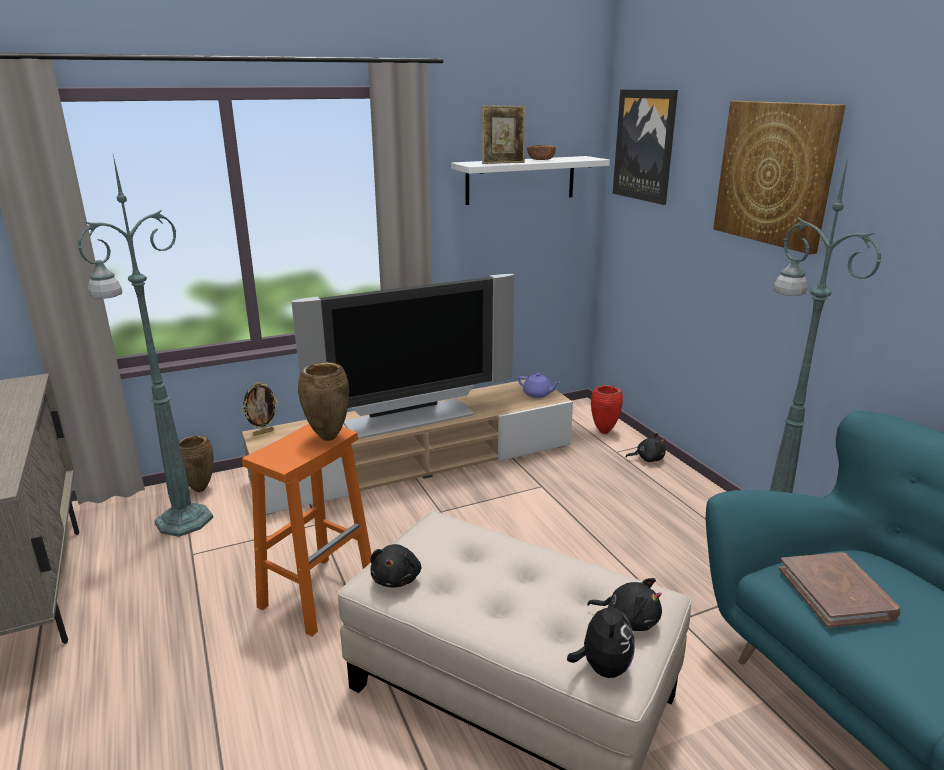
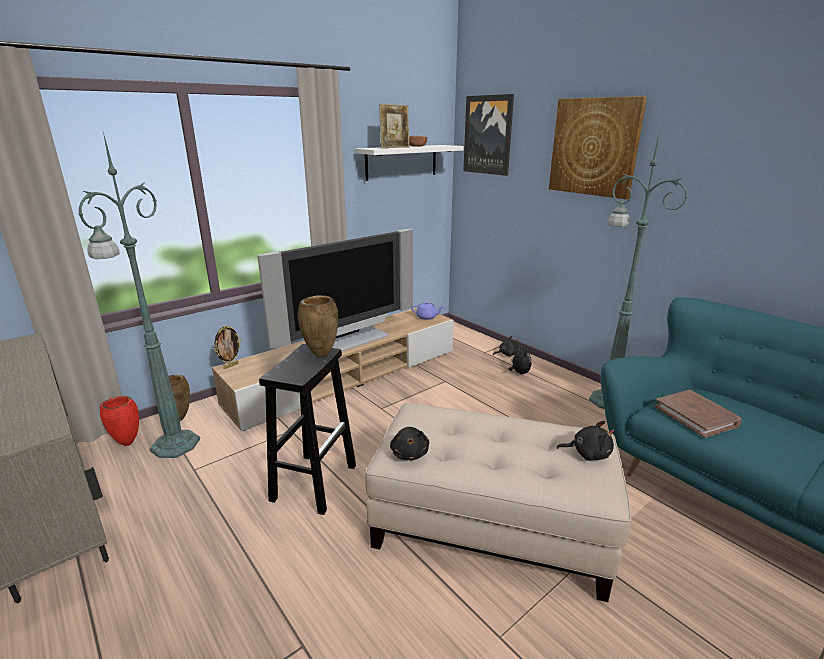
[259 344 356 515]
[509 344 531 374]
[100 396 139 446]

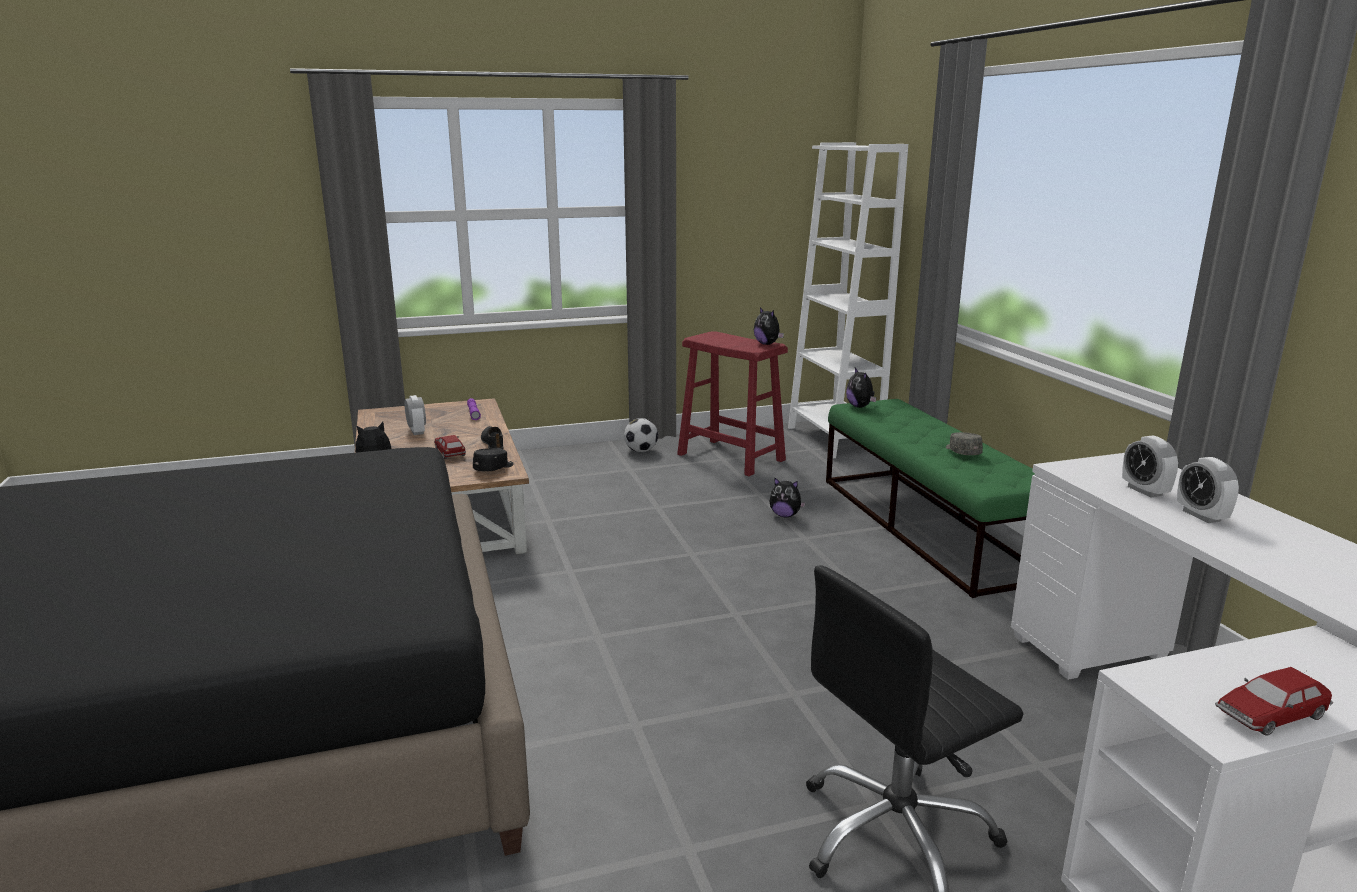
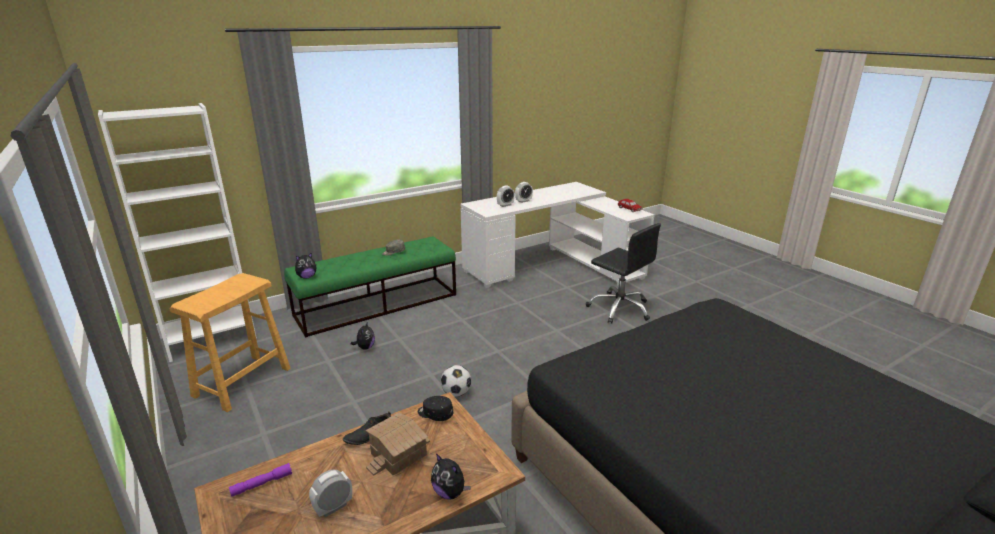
[365 413 430 476]
[441 365 471 397]
[169 273 291 412]
[754 307 784 345] (first image)

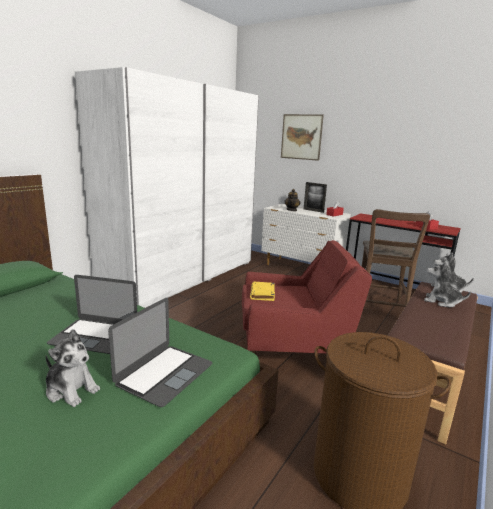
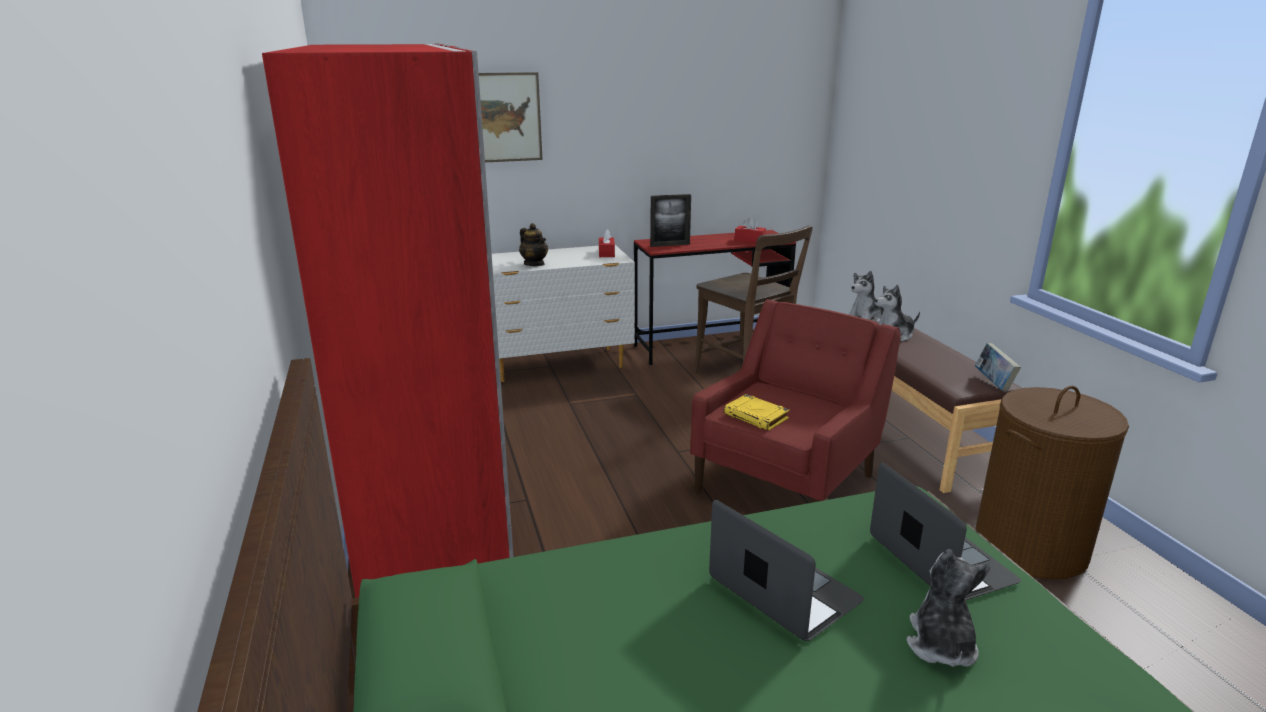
[906 549 991 667]
[709 500 864 641]
[262 43 514 598]
[650 194 691 247]
[975 343 1021 391]

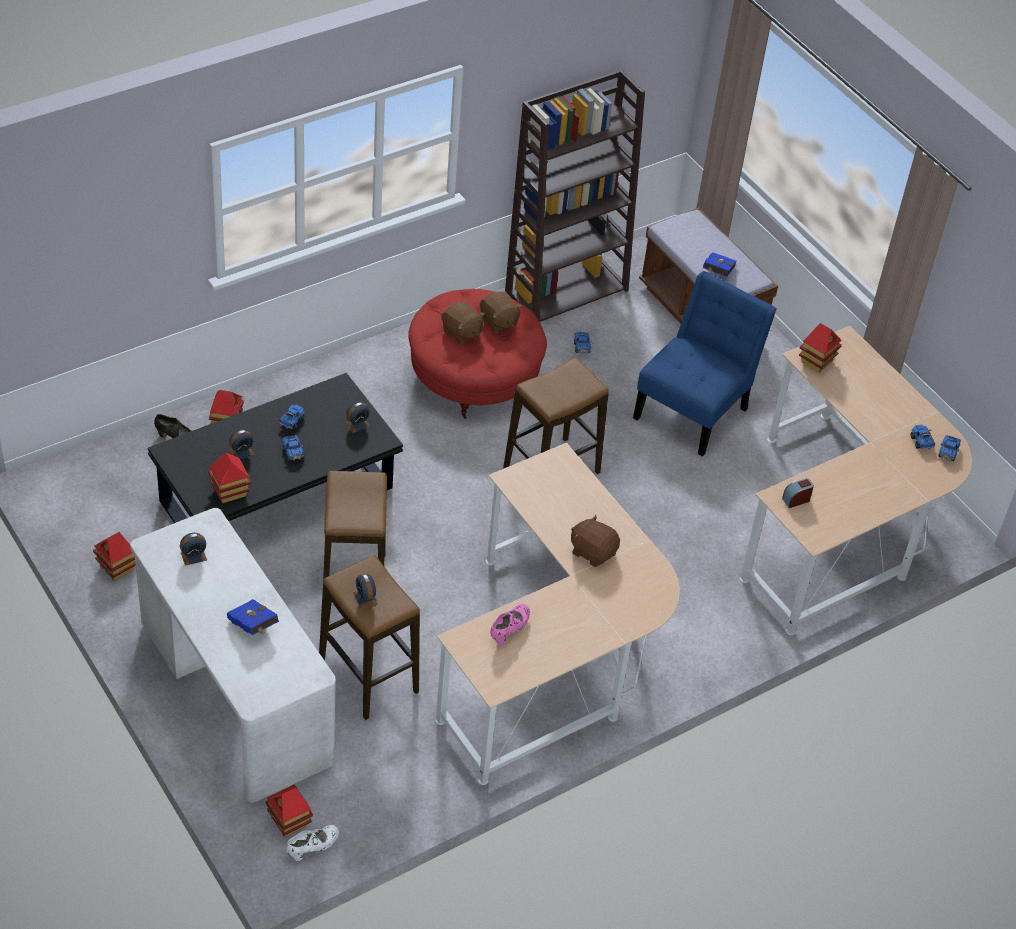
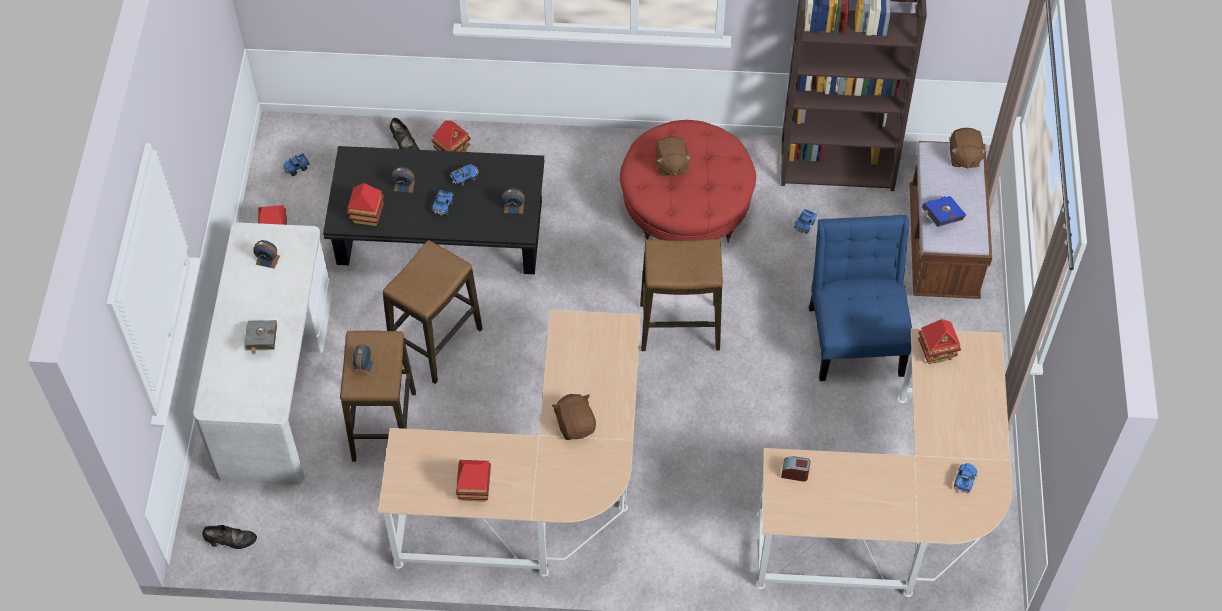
[244 320 277 355]
[456 460 491 501]
[203 525 257 549]
[950 128 987 169]
[490 604 530 645] (first image)
[809 215 912 381]
[283 153 310 176]

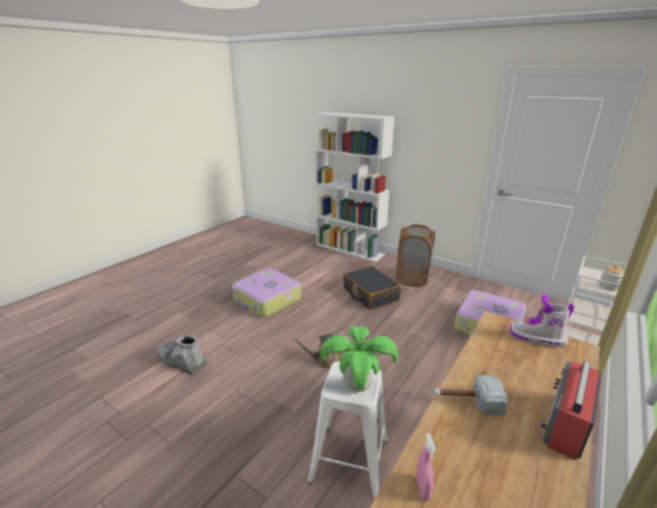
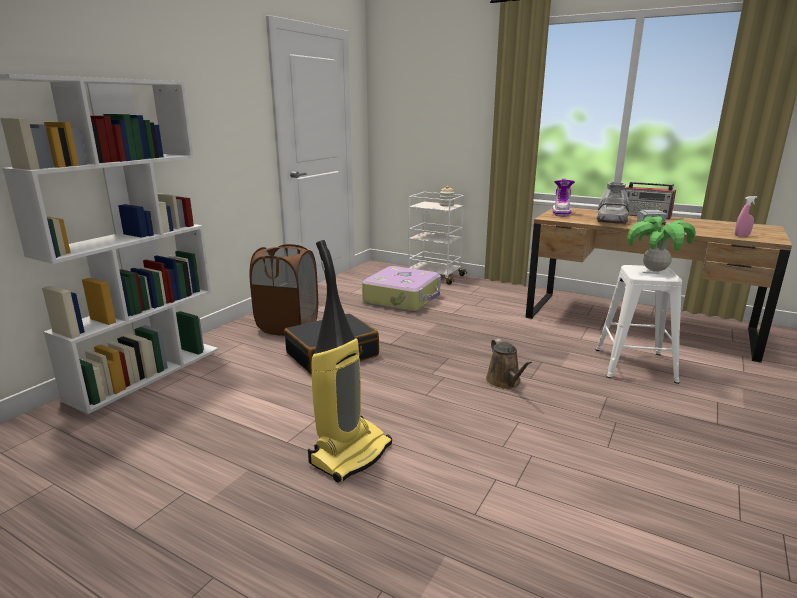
[596 182 630 224]
[308 240 392 482]

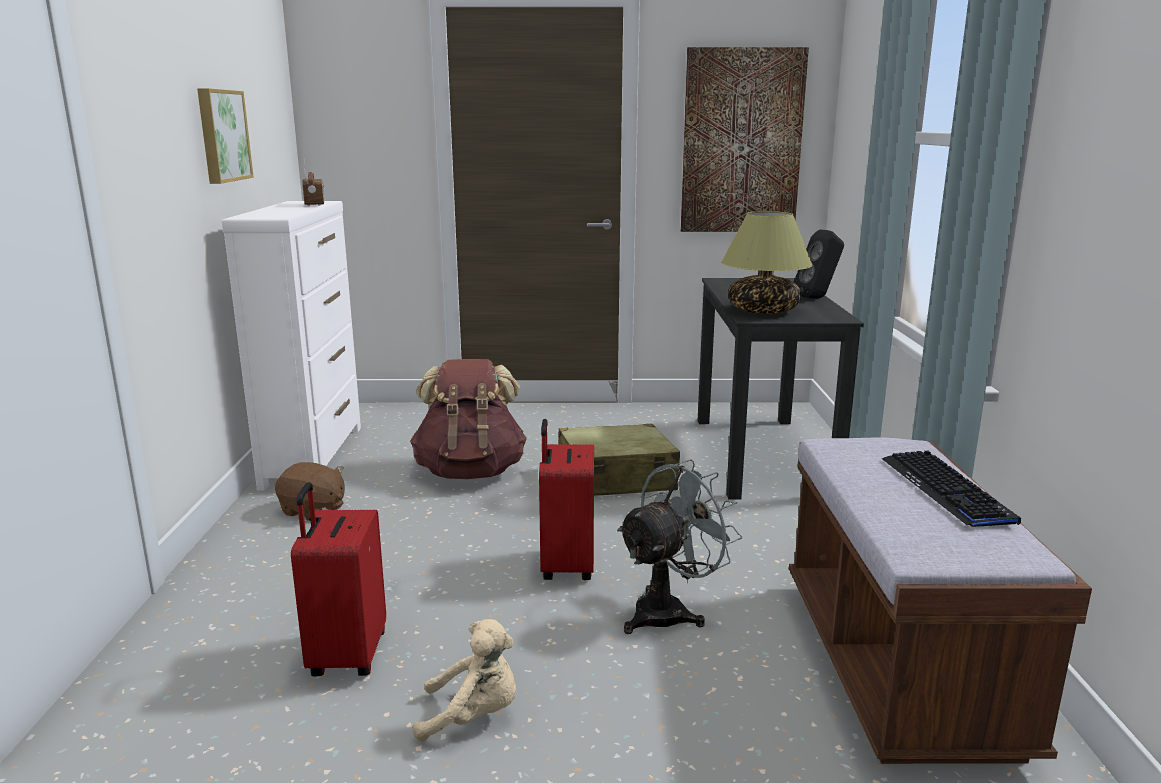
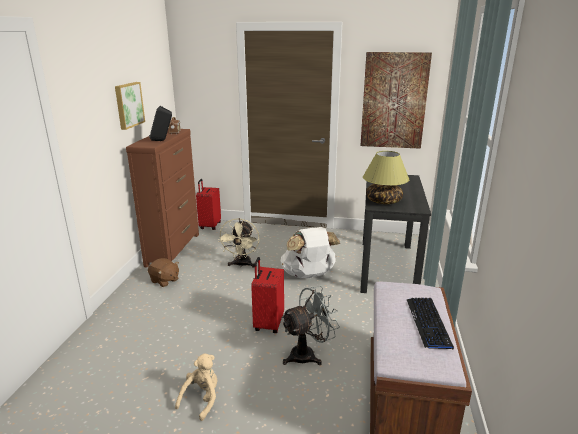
[126 128 199 267]
[196 179 221 230]
[218 218 260 268]
[175 354 218 421]
[281 227 340 279]
[149 106 172 141]

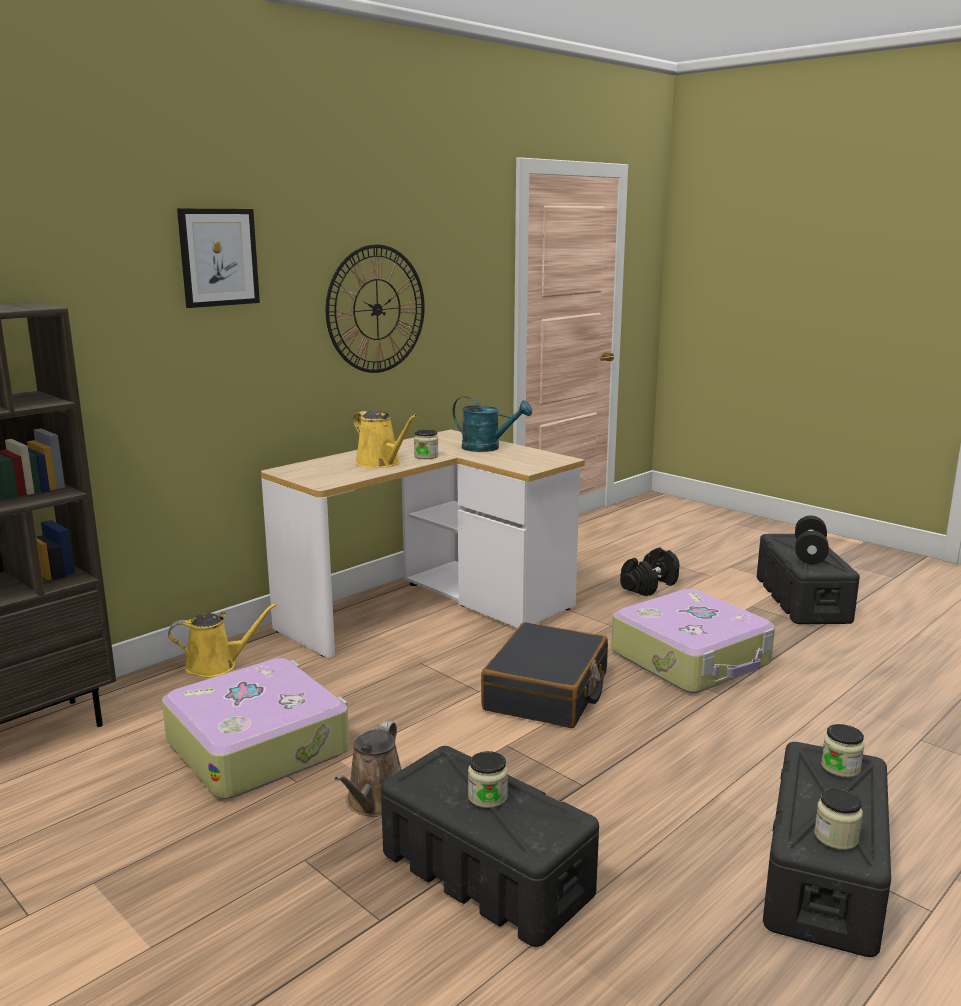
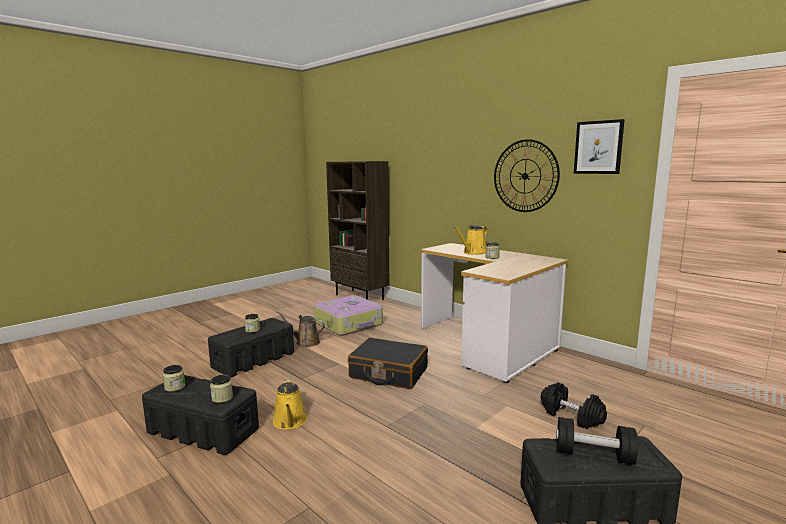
[273 378 307 430]
[574 119 625 174]
[453 396 532 452] (first image)
[611 589 775 693] (first image)

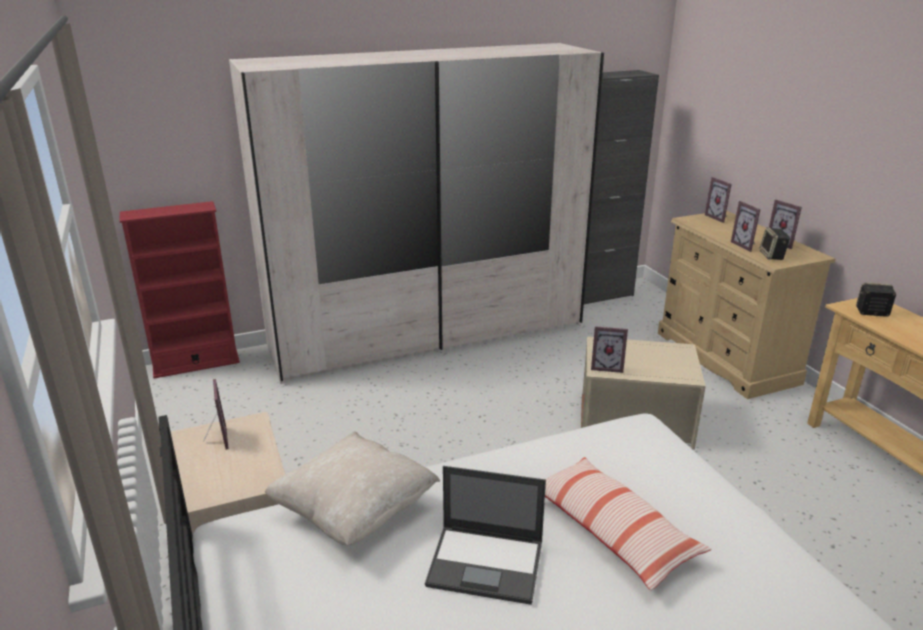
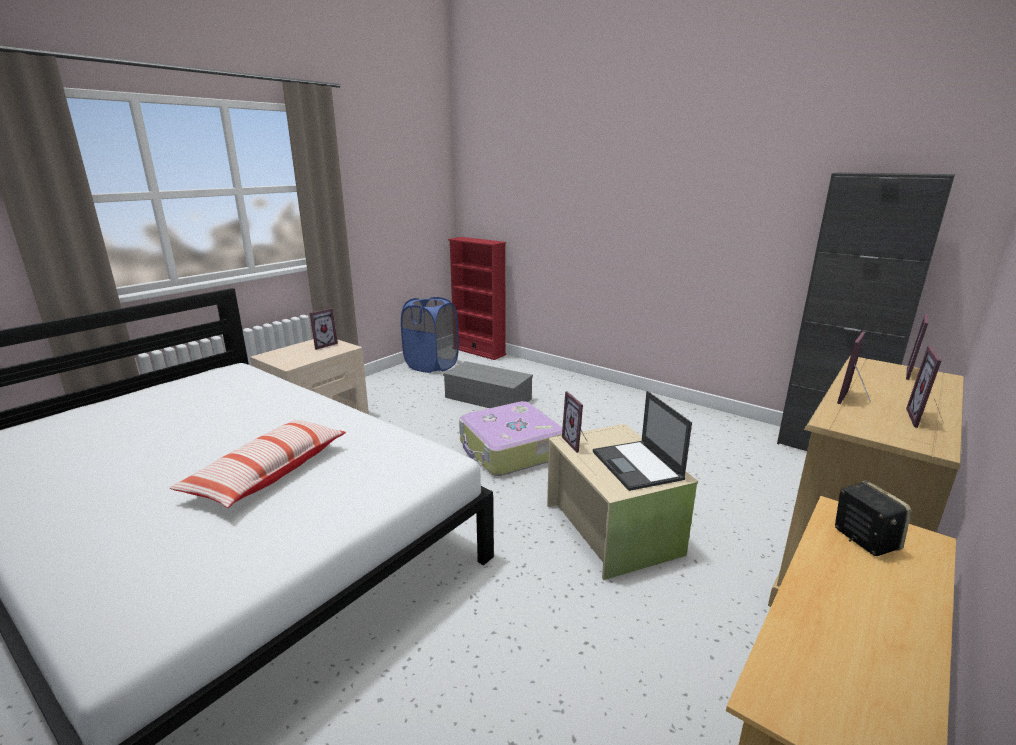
[229 43 604 383] (first image)
[265 432 440 546] (first image)
[593 391 692 491]
[759 227 790 260] (first image)
[401 297 459 373]
[443 361 533 408]
[459 401 562 476]

